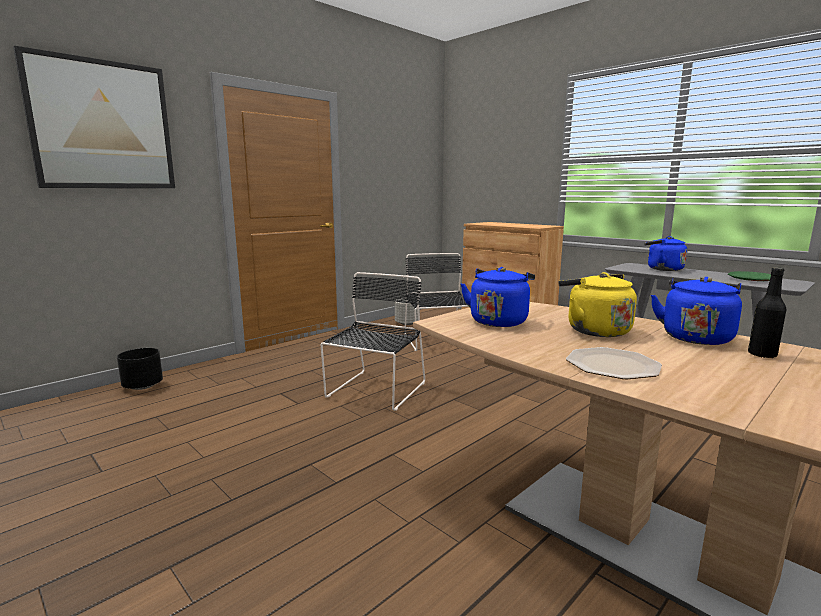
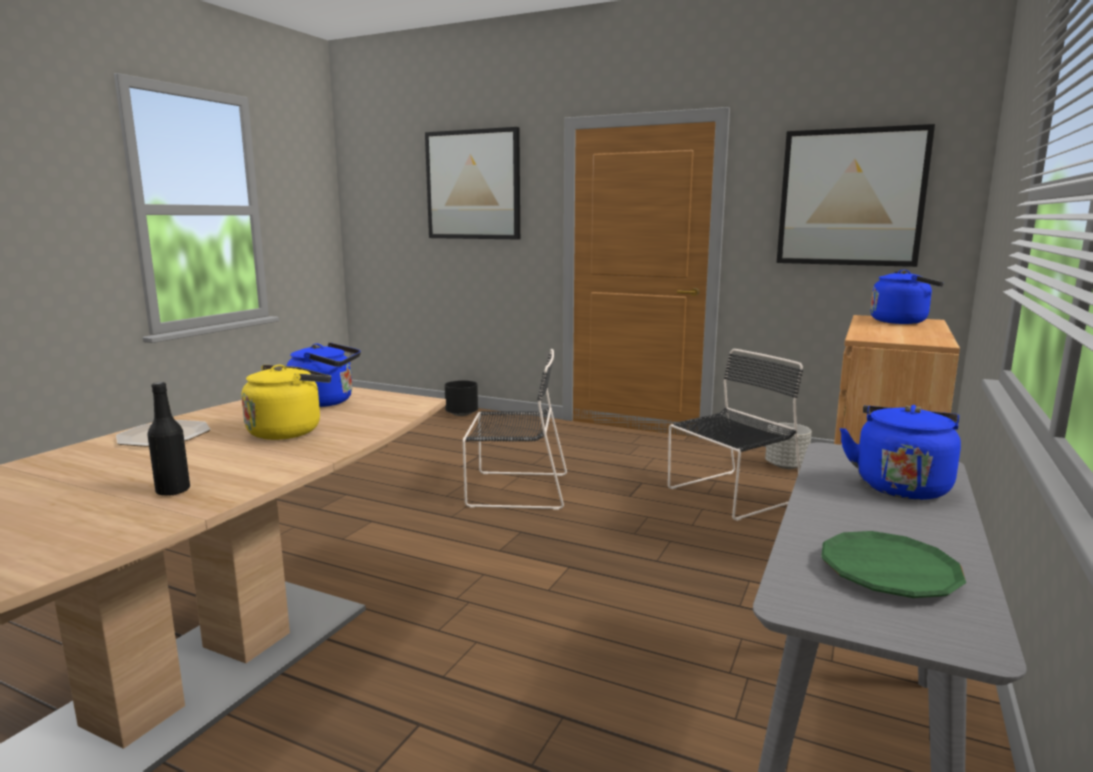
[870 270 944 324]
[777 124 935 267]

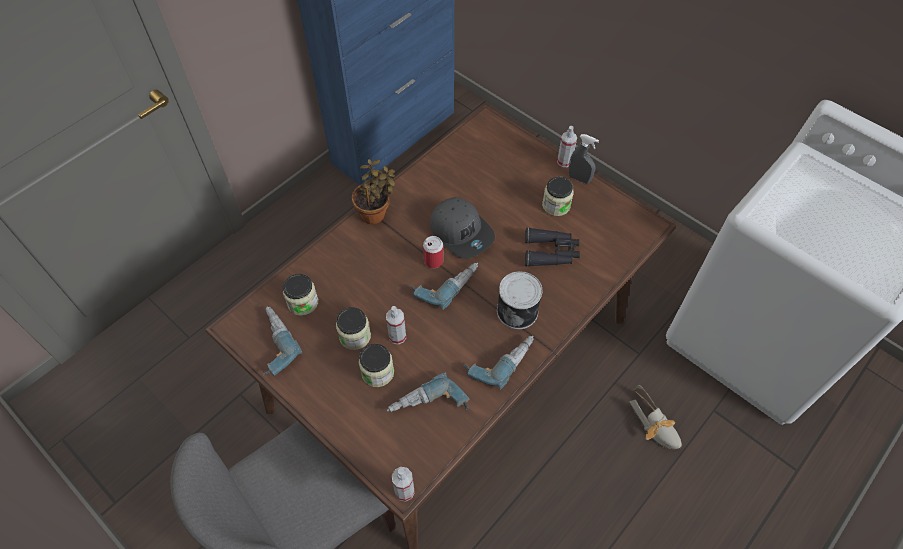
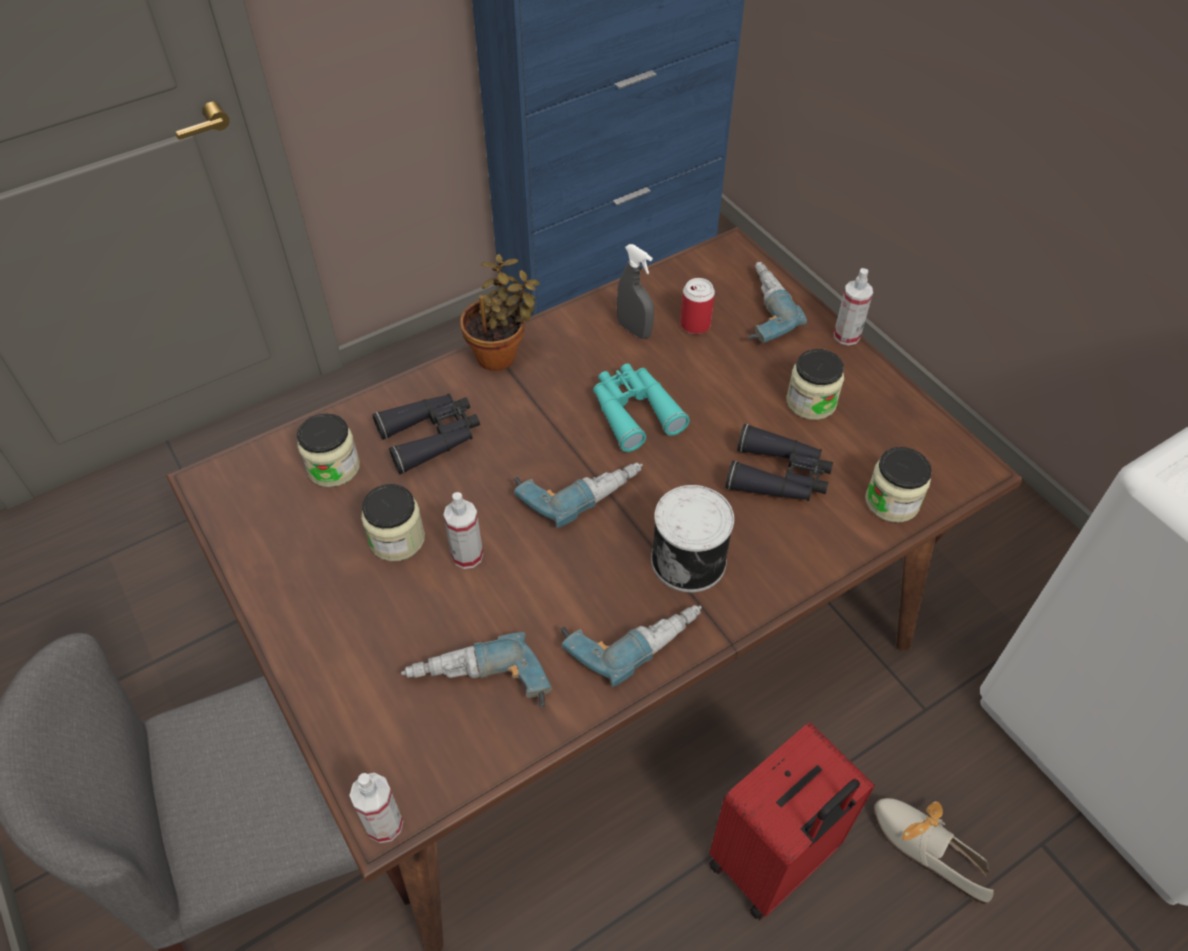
[748 262 807 343]
[865 447 932 522]
[680 278 715 334]
[593 363 690 452]
[617 244 654 339]
[874 798 994 905]
[372 393 480 474]
[709 722 875 920]

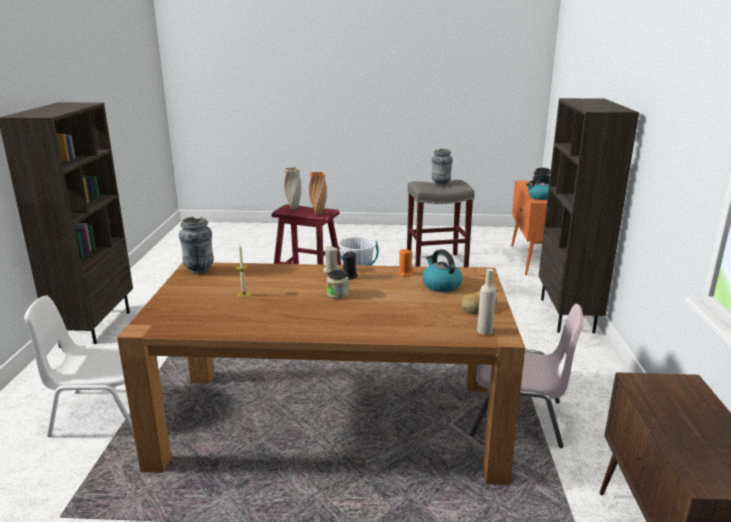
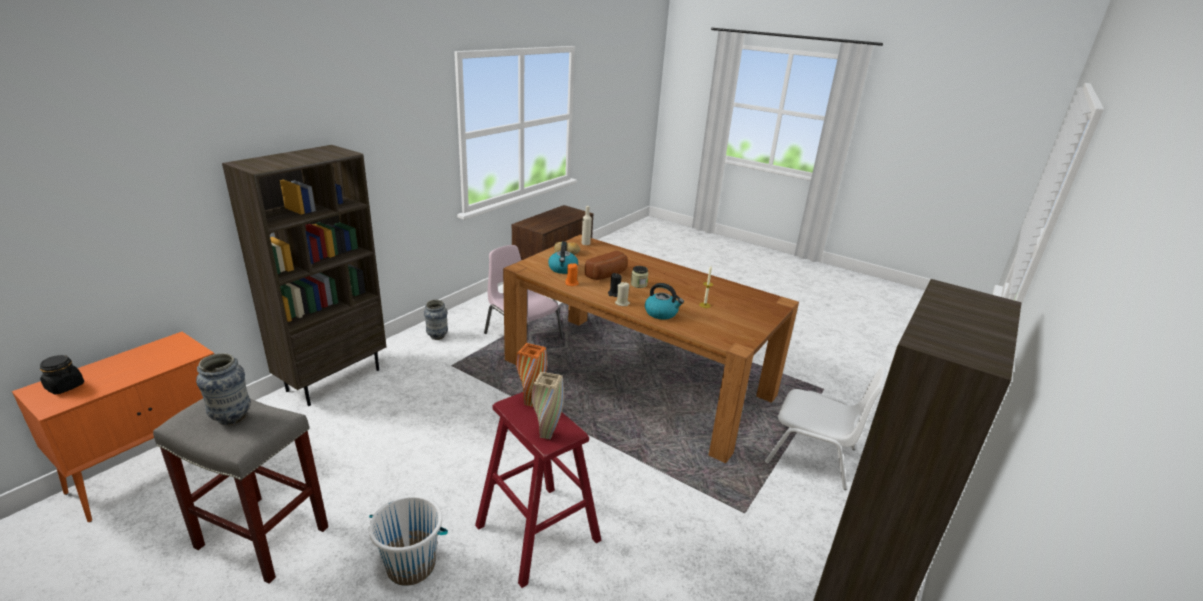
[424 300 448 340]
[645 283 684 319]
[585 251 628 280]

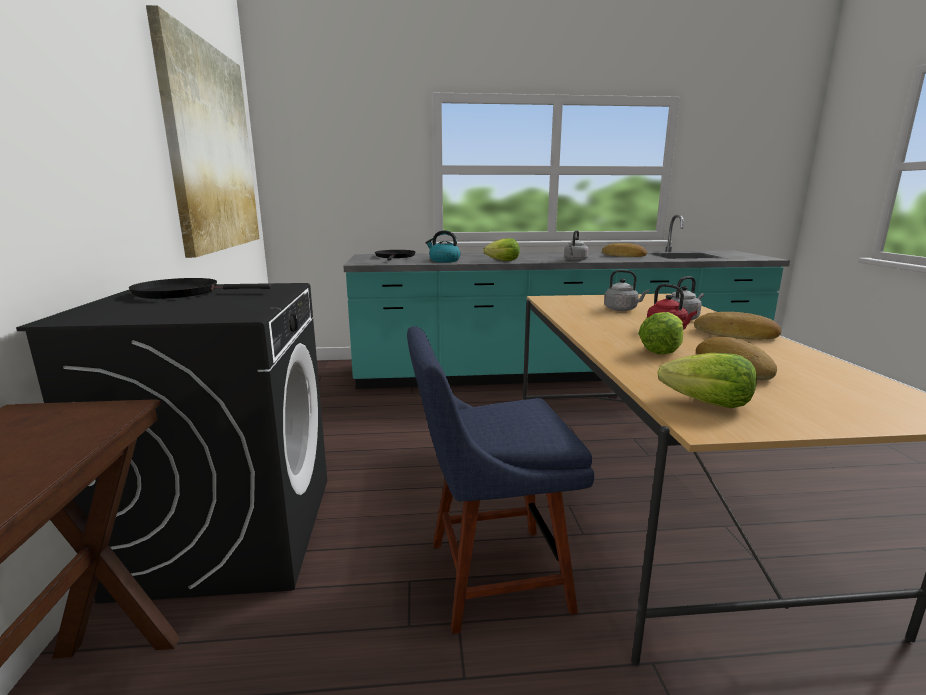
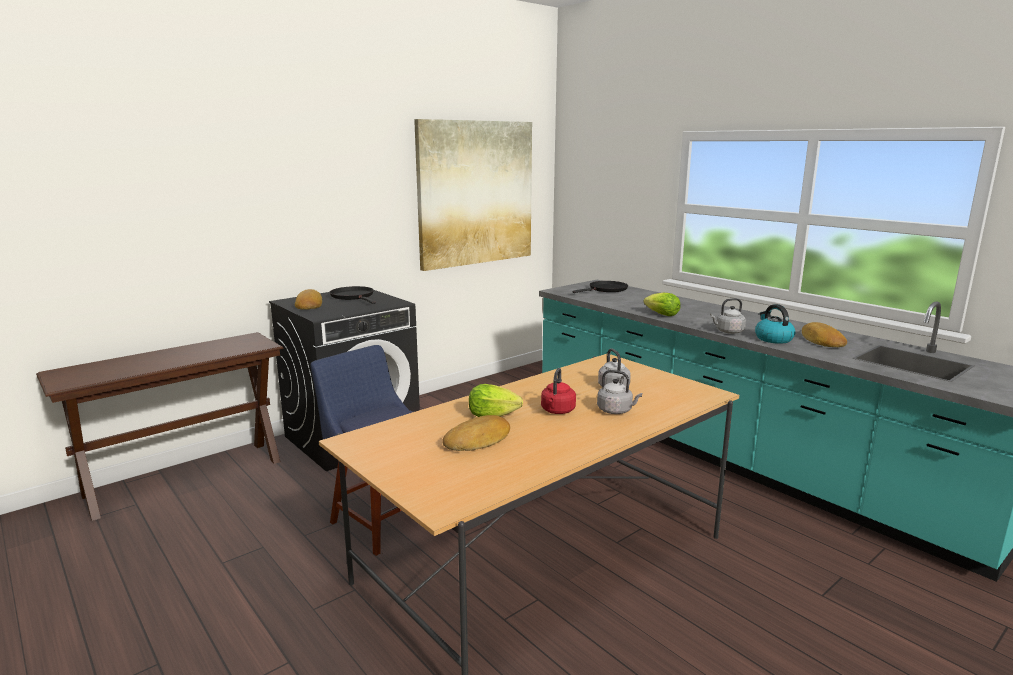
[755 304 795 344]
[657 353 757 408] (first image)
[294 289 322 310]

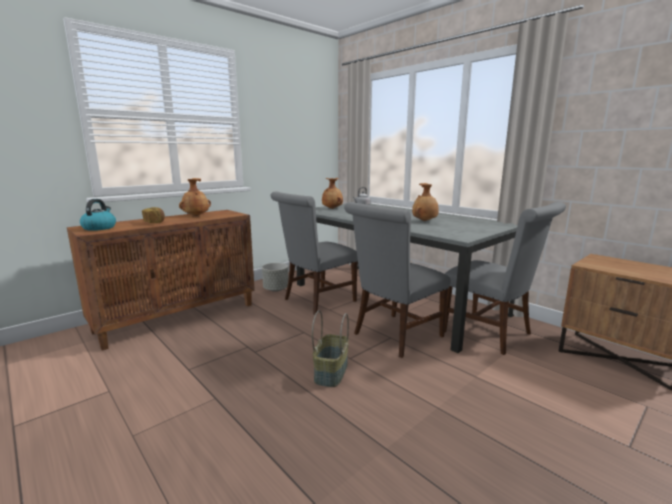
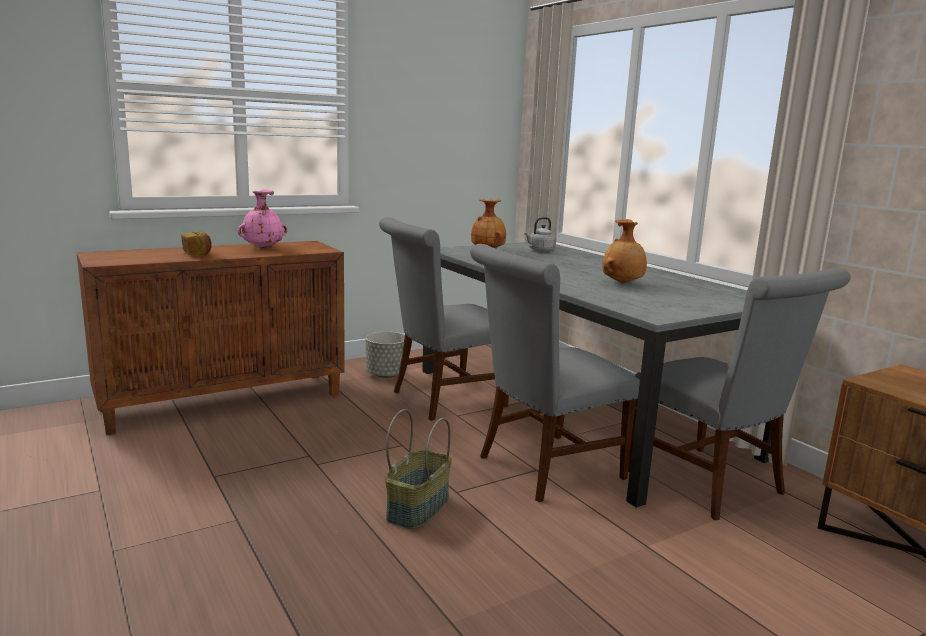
[80 199 116 231] (first image)
[237 190 287 248]

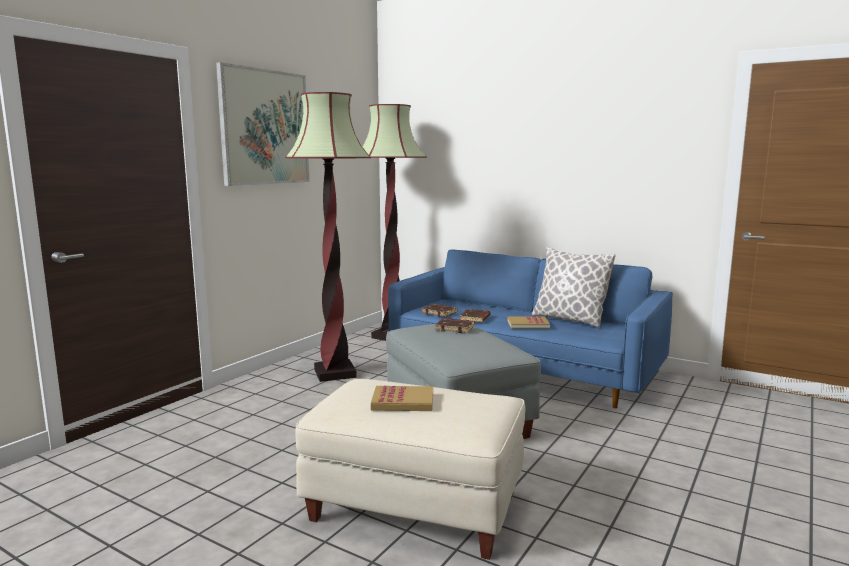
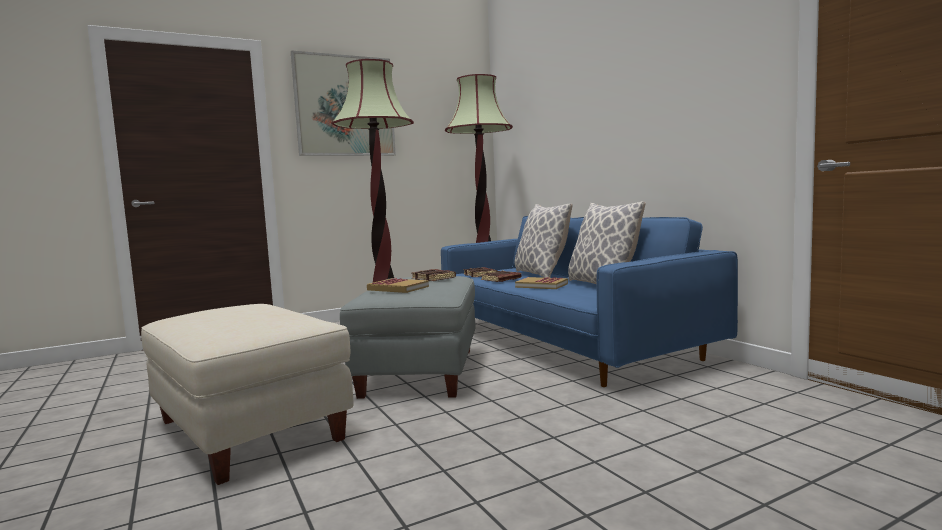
[367 278 429 293]
[515 203 573 278]

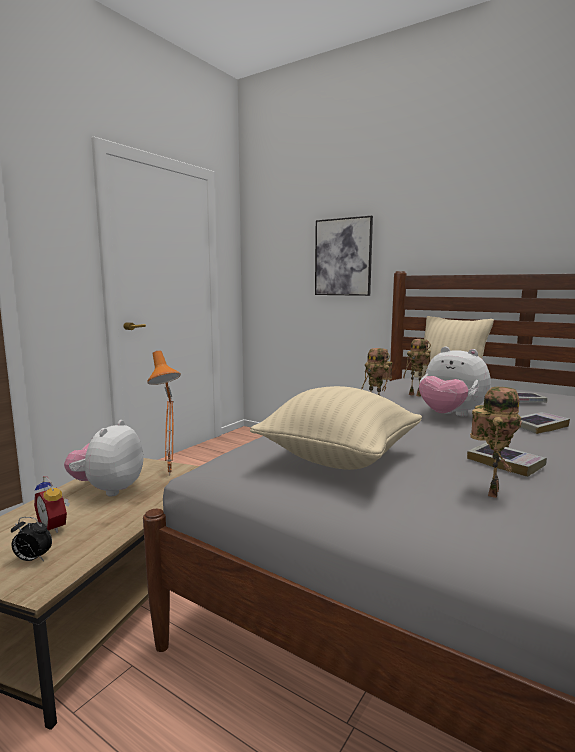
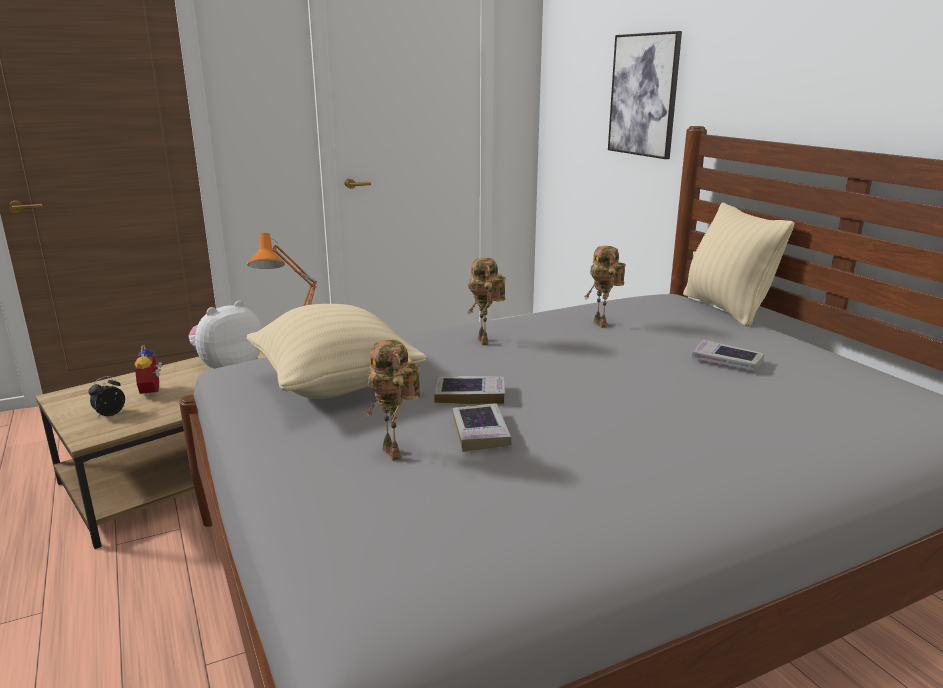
[88 376 125 418]
[419 346 491 417] (first image)
[365 340 421 461]
[434 376 505 404]

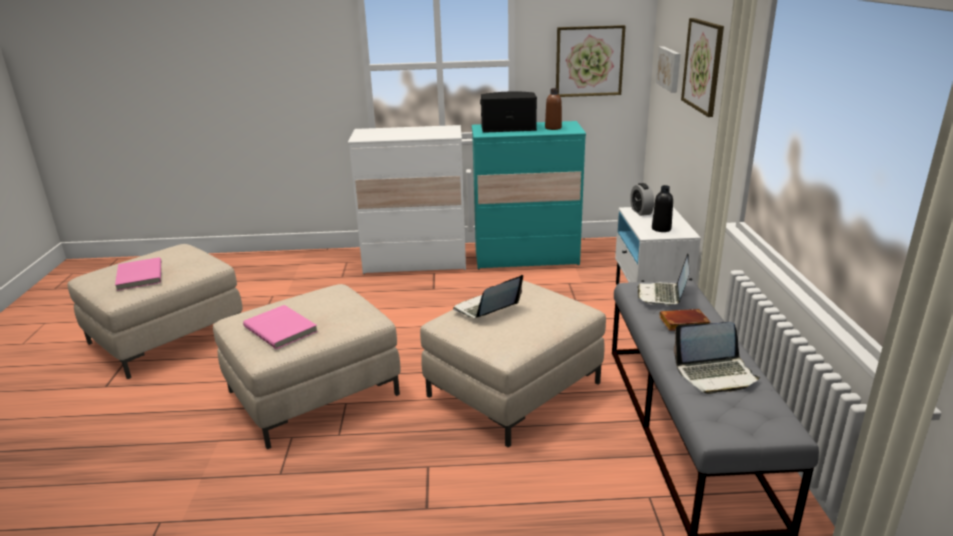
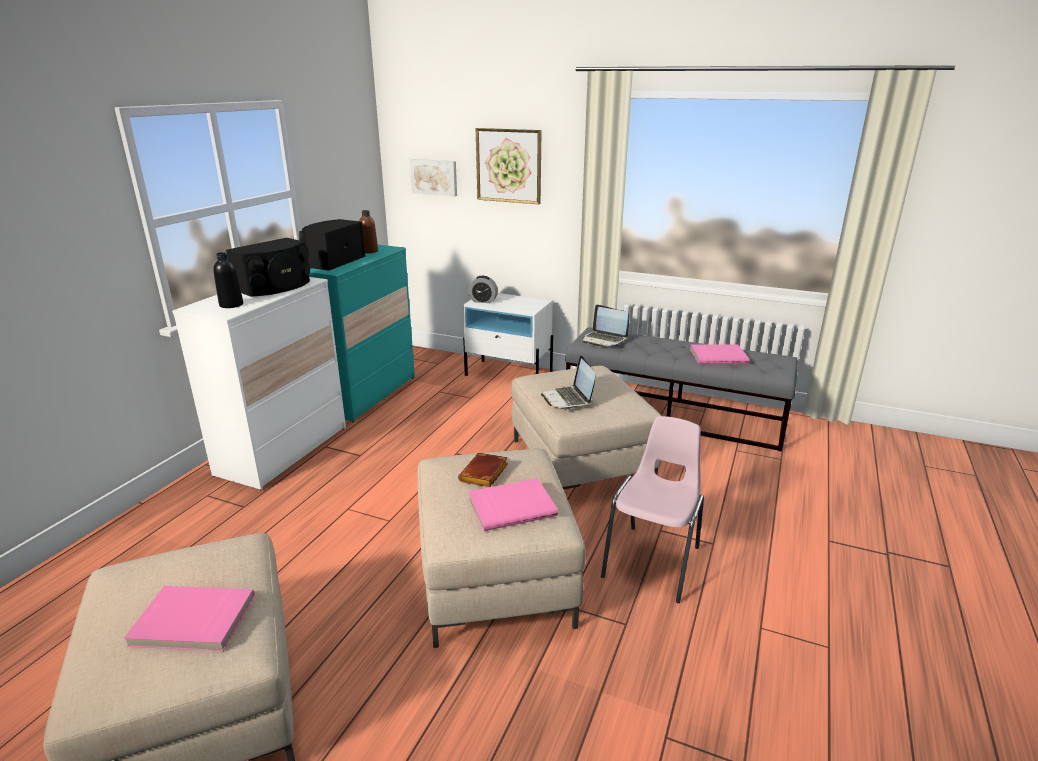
[556 25 626 97] (first image)
[213 252 243 308]
[458 453 508 487]
[690 345 749 364]
[226 238 310 297]
[601 416 704 603]

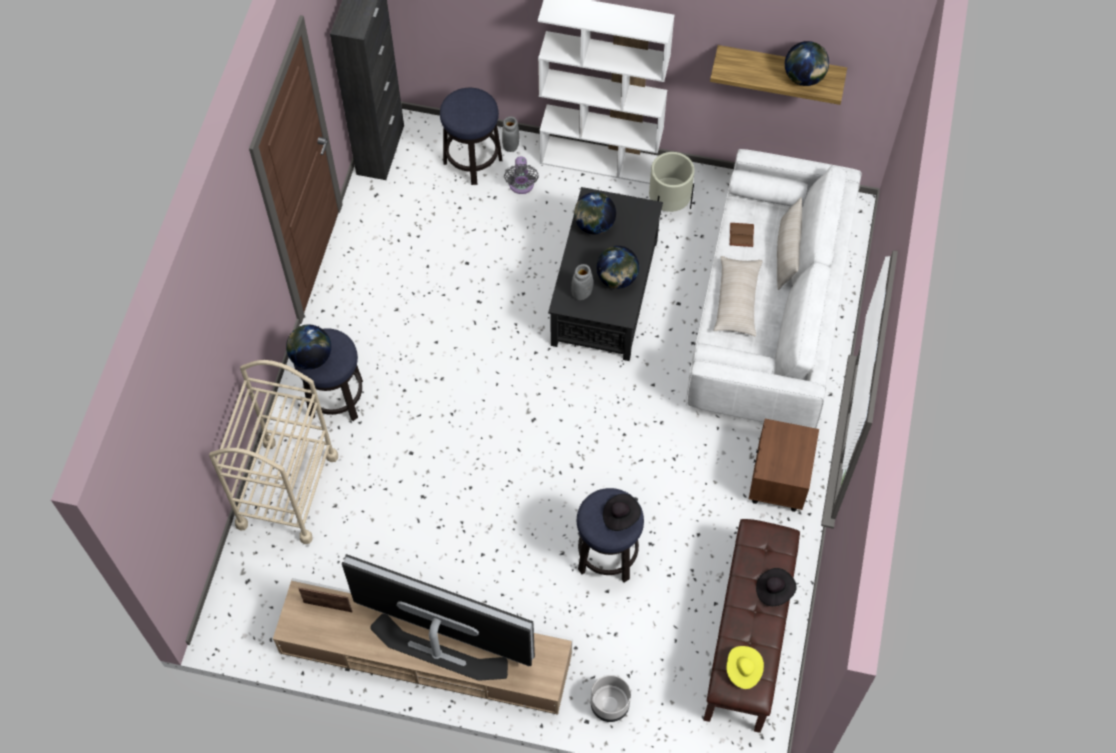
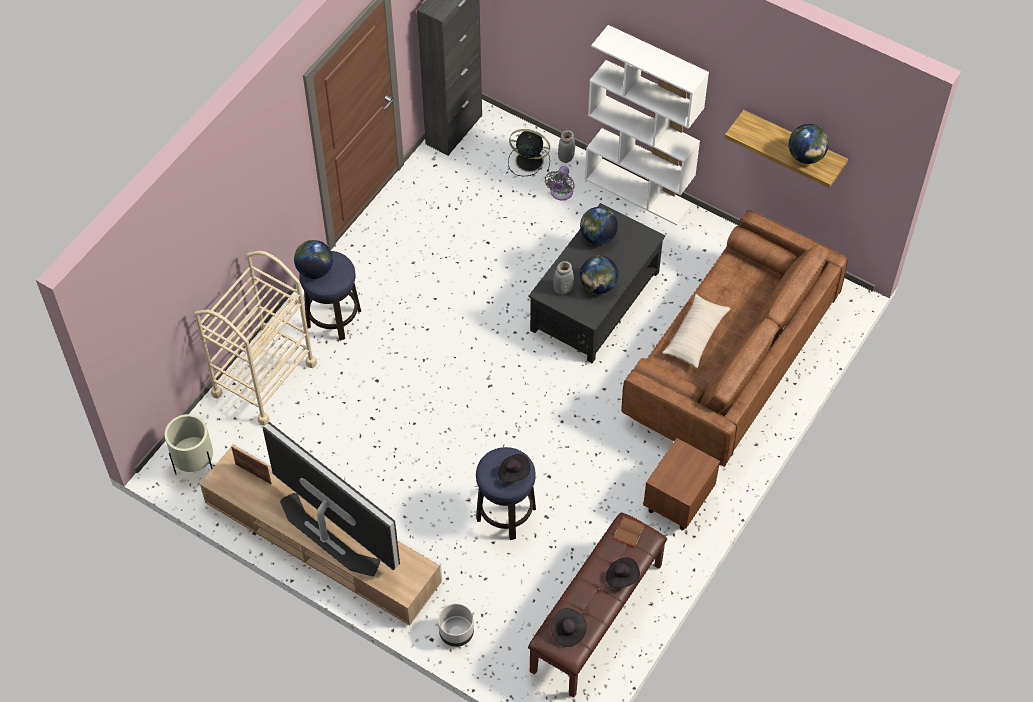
[508 129 550 176]
[165 414 213 475]
[622 210 848 467]
[551 608 587 647]
[613 517 645 547]
[777 197 802 290] (first image)

